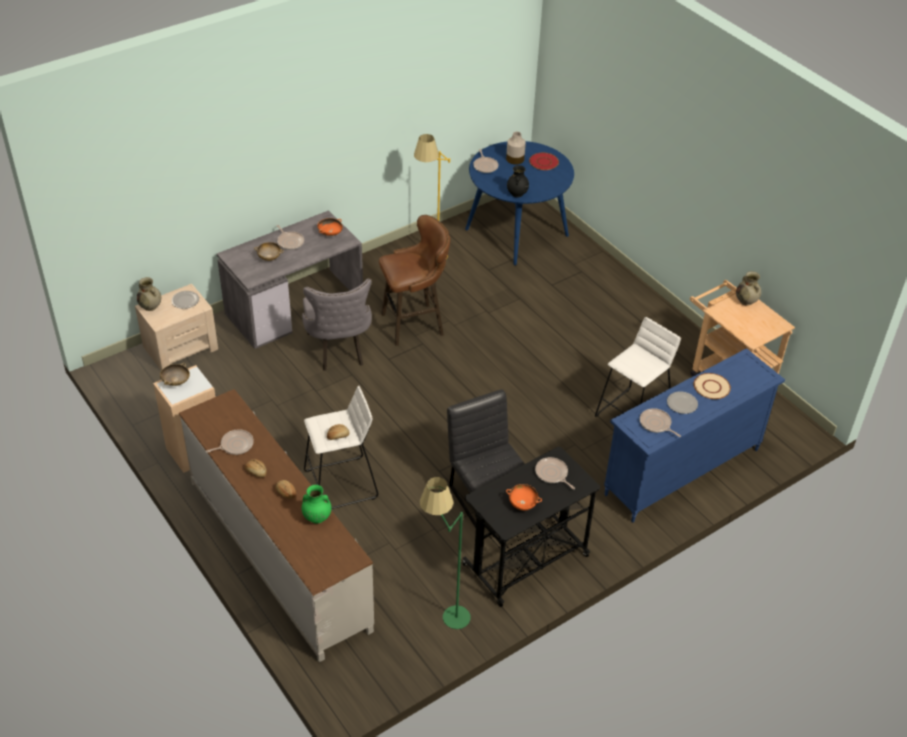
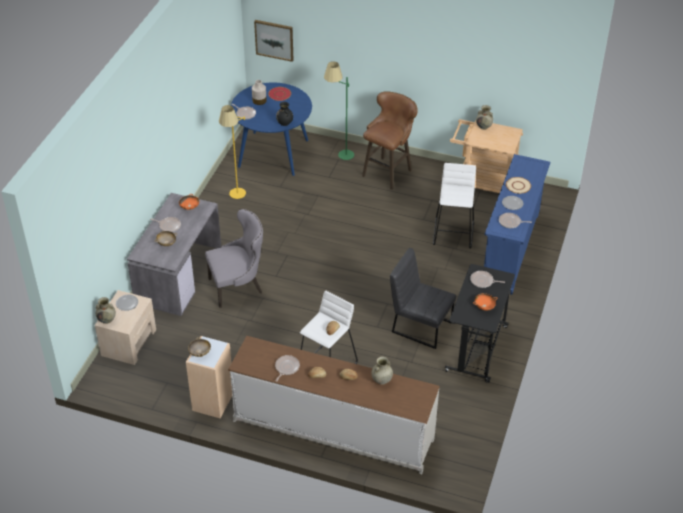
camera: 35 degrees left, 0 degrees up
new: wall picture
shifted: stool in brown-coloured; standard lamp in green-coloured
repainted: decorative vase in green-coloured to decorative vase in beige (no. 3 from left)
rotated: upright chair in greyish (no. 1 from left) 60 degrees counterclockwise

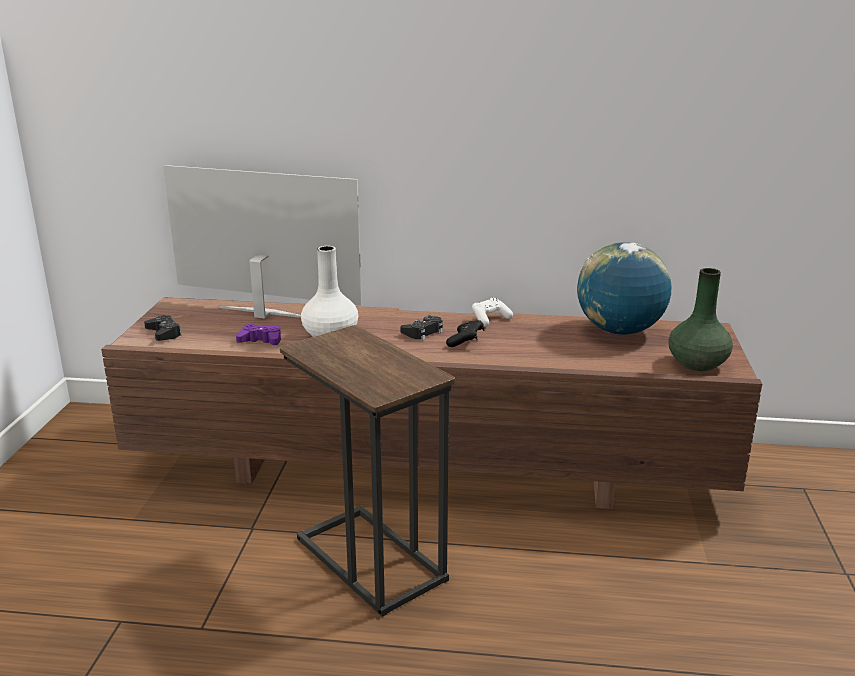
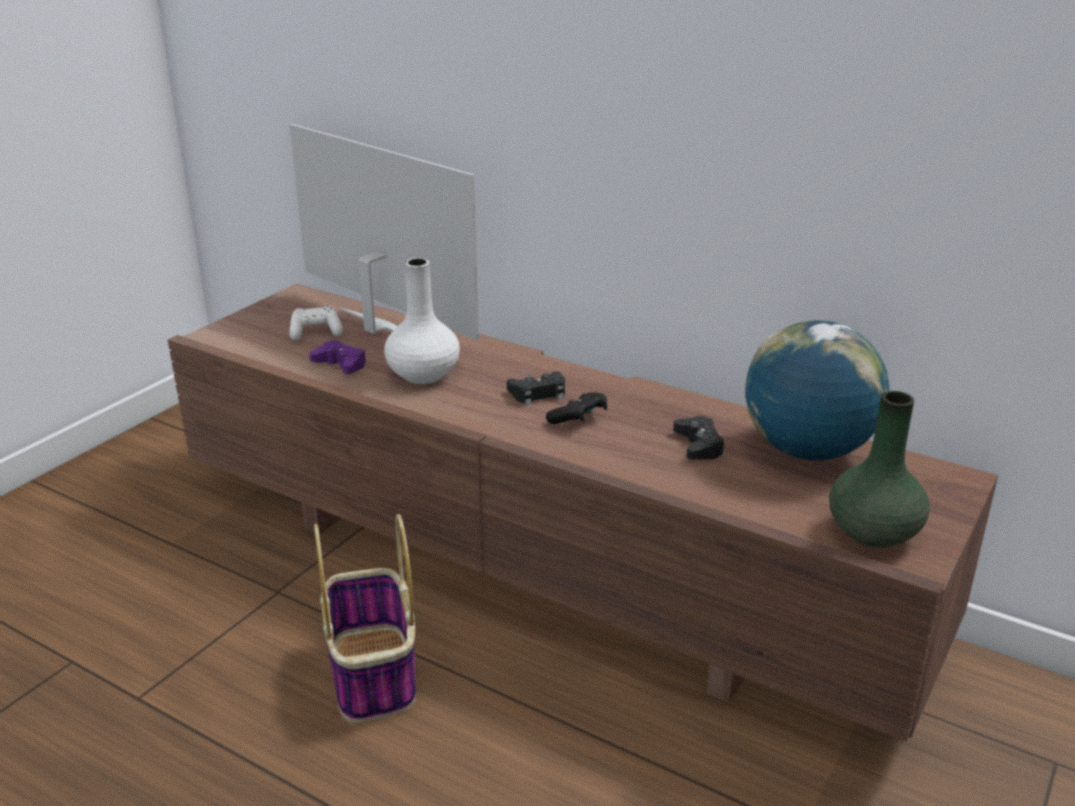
camera: 25 degrees right, 5 degrees up
shifted: gamepad in black (no. 1 from left in the first image) to gamepad in black (no. 3 from left); gamepad in white-coloured
swapped: accent table in brown-coloured to storage basket

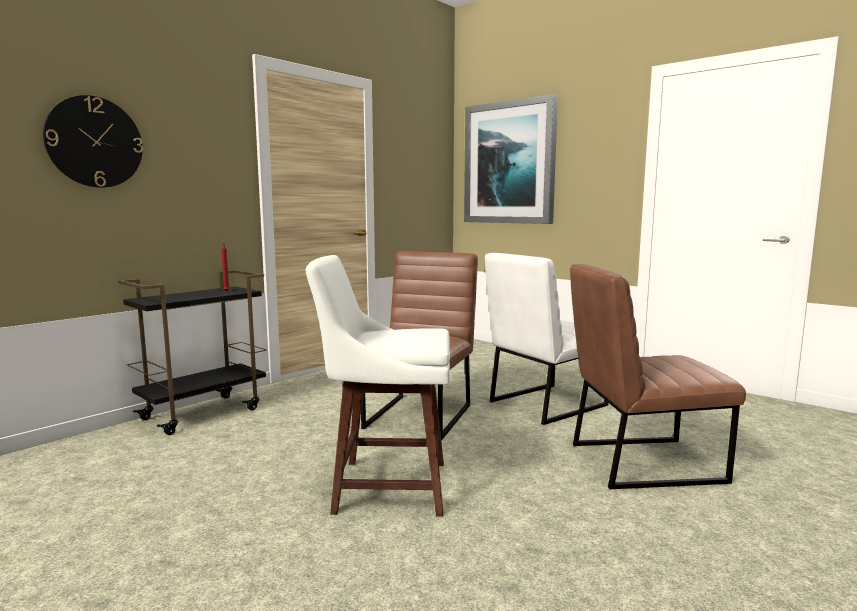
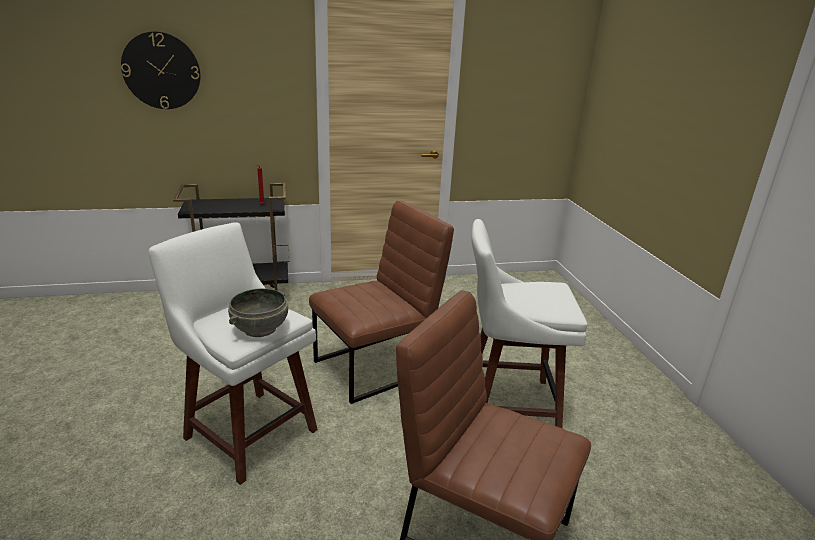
camera: 35 degrees right, 15 degrees up
gone: wall picture
new: deep dish in greyish
swapped: upright chair in white-coloured to stool in white-coloured (no. 2 from left)

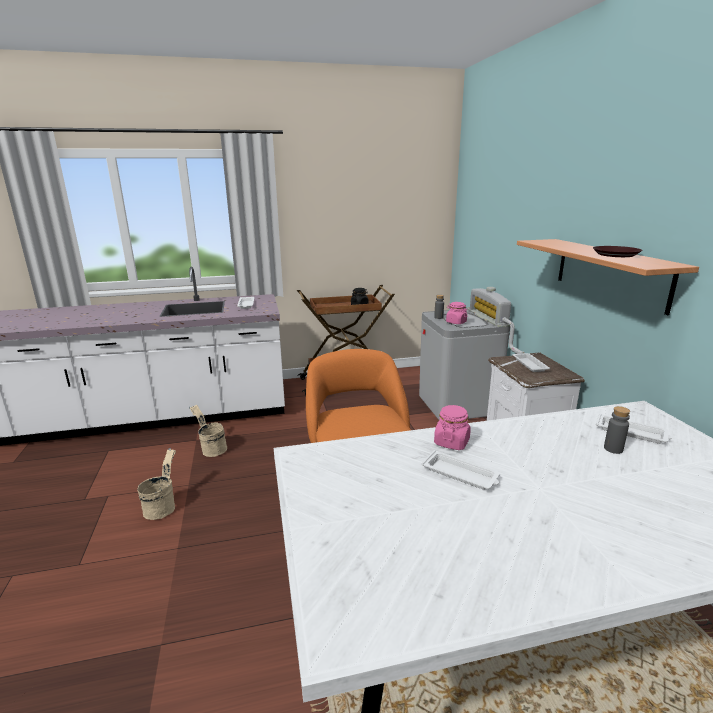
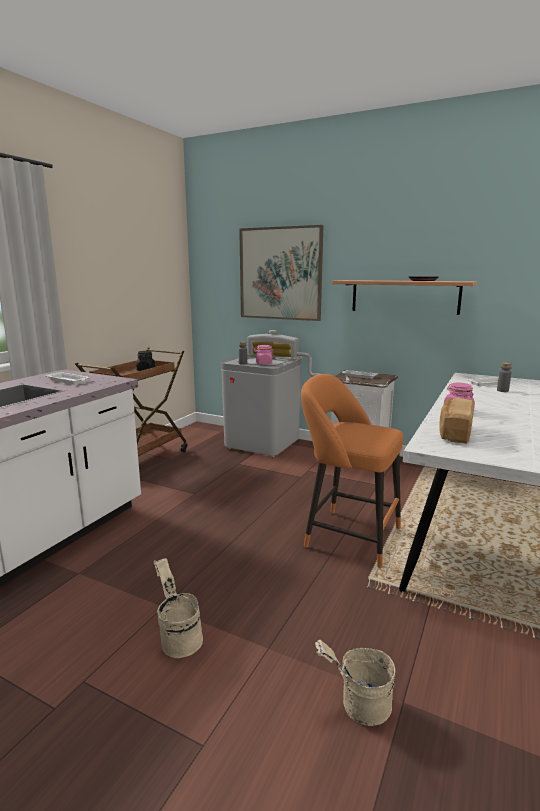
camera: 50 degrees left, 5 degrees down
gone: serving tray in white-coloured (no. 2 from left)
new: wall picture; bread
shifted: bucket in beige (no. 2 from left)

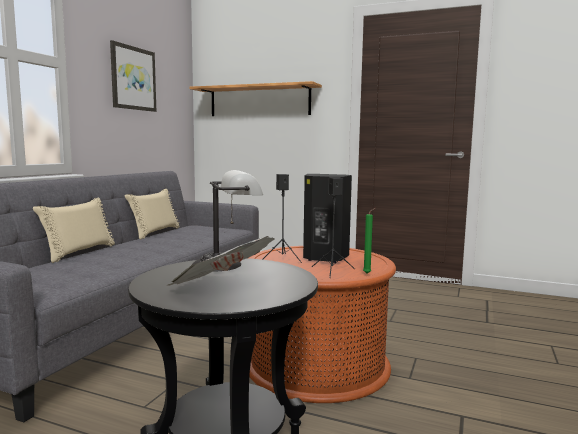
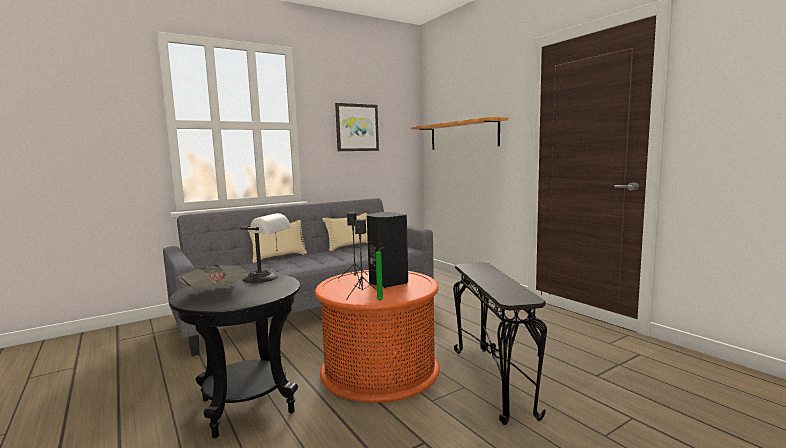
camera: 35 degrees right, 0 degrees up
new: accent table in black (no. 2 from left)

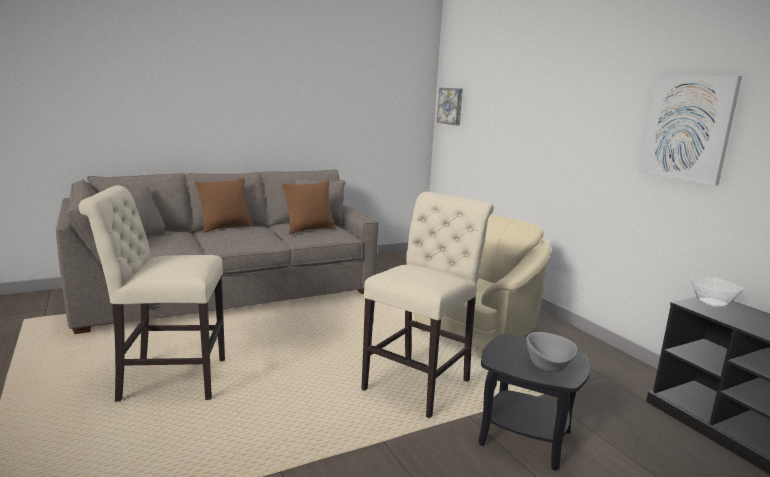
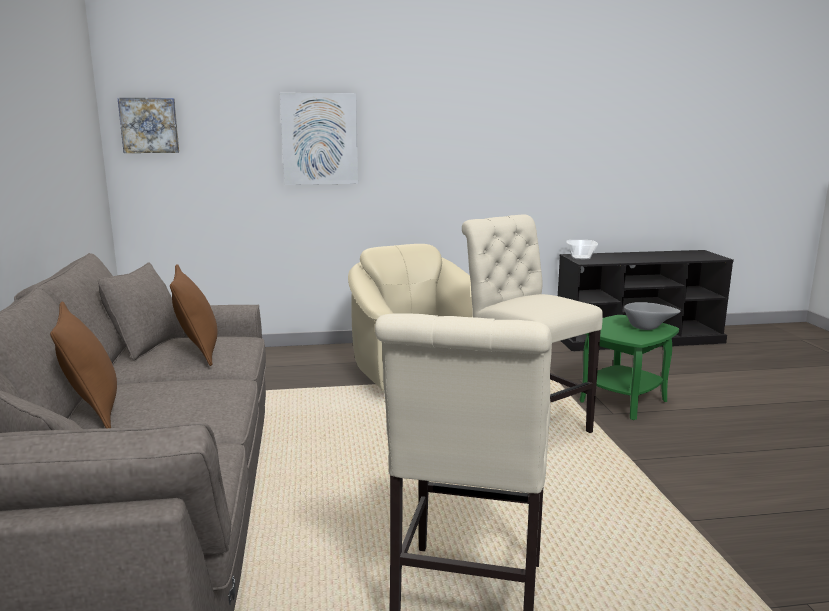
camera: 70 degrees left, 0 degrees up
shifted: wall picture (no. 2 from left)
repainted: accent table in black to accent table in green-coloured

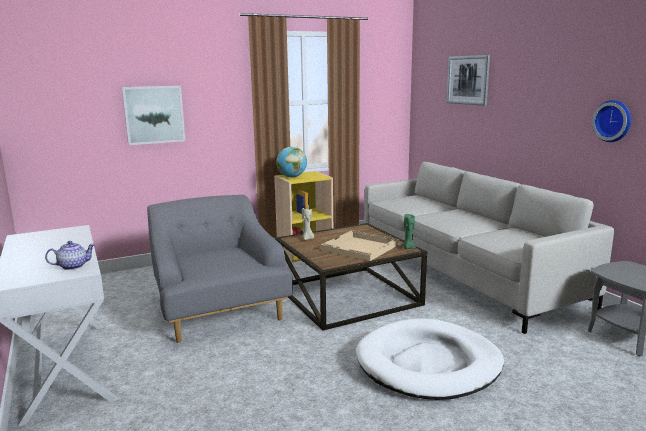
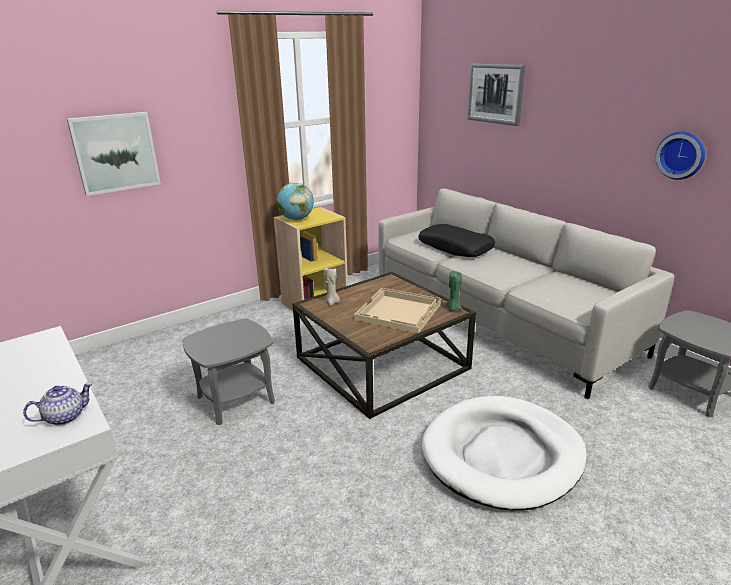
camera: 10 degrees left, 10 degrees up
new: pillow in black
swapped: lounge chair in greyish to accent table in greyish (no. 1 from left)

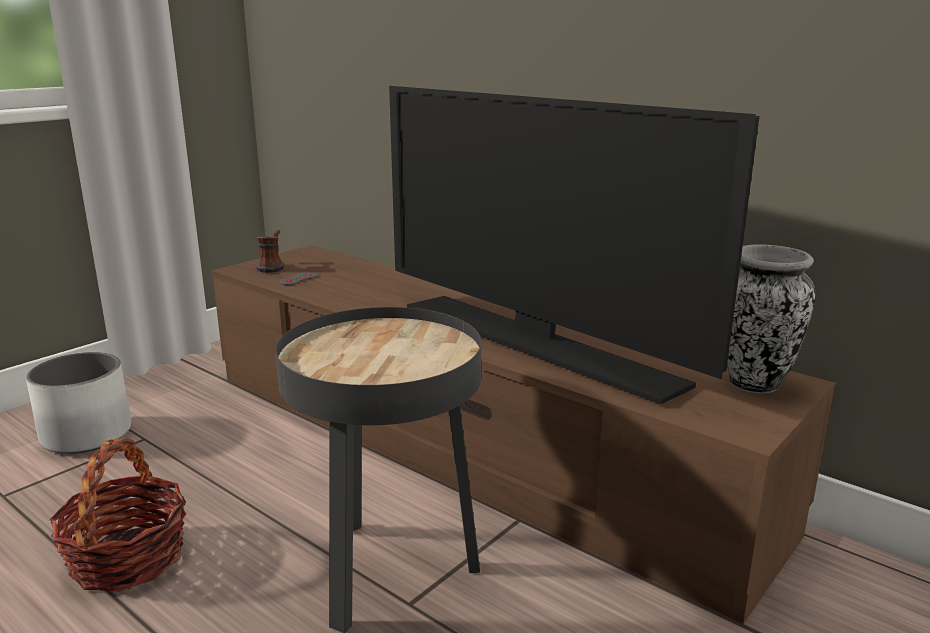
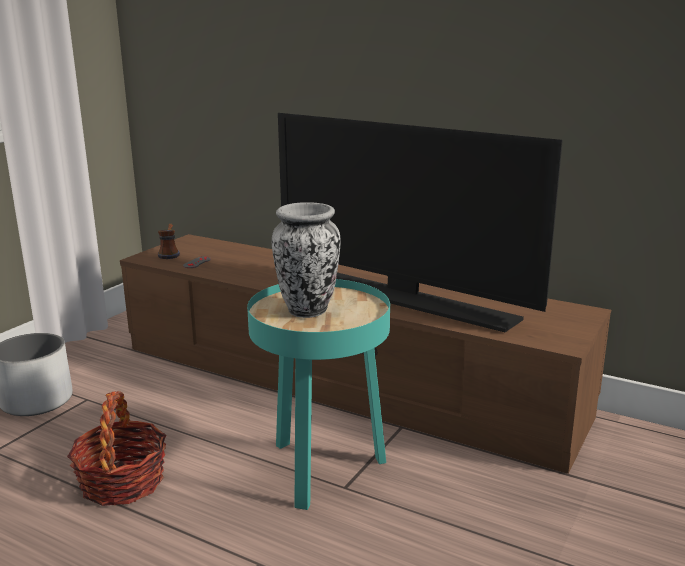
camera: 10 degrees left, 0 degrees up
shifted: decorative vase
repainted: accent table in black to accent table in turquoise-coloured

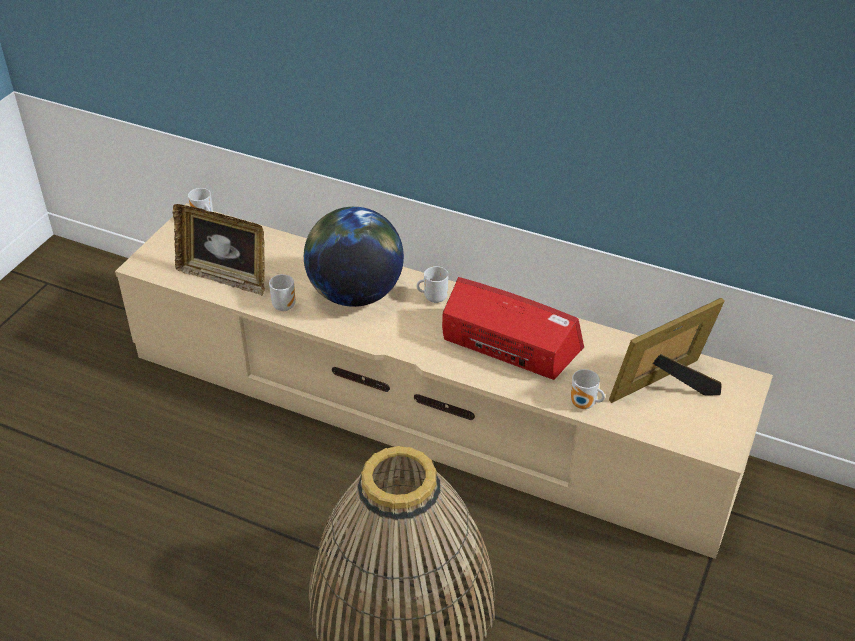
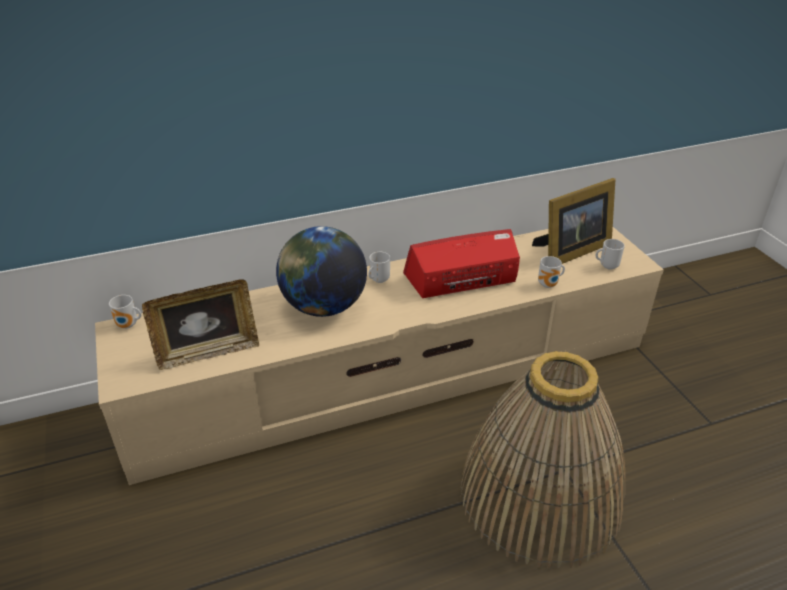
camera: 45 degrees left, 5 degrees down
shifted: tea mug (no. 2 from left in the first image) to tea mug (no. 4 from left)
rotated: standing frame (no. 2 from left) 135 degrees counterclockwise

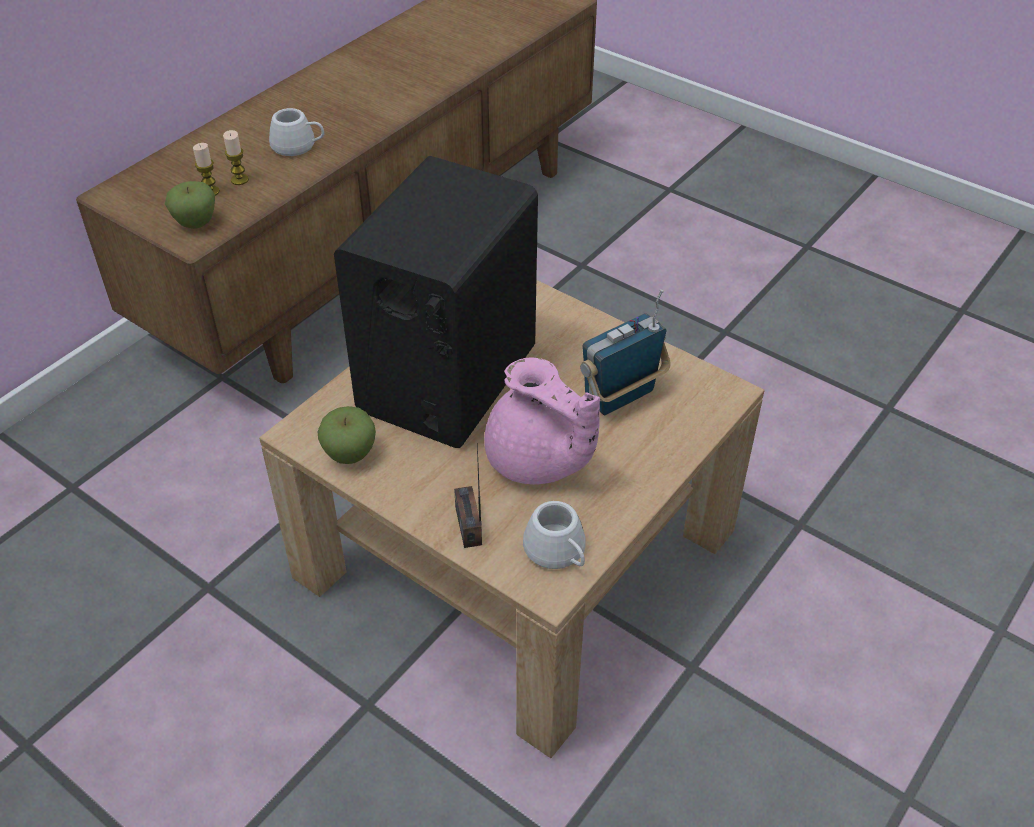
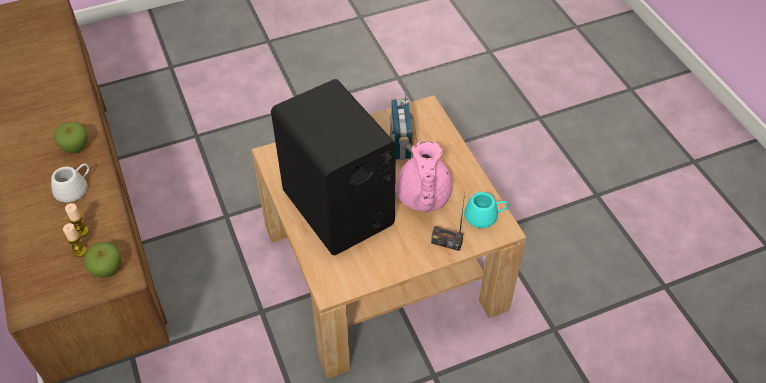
camera: 60 degrees left, 5 degrees up
shifted: apple fruit (no. 2 from left in the first image) to apple fruit (no. 1 from left)
repainted: tea mug in white-coloured (no. 2 from left) to tea mug in turquoise-coloured
rotated: tea pot in pink 105 degrees clockwise

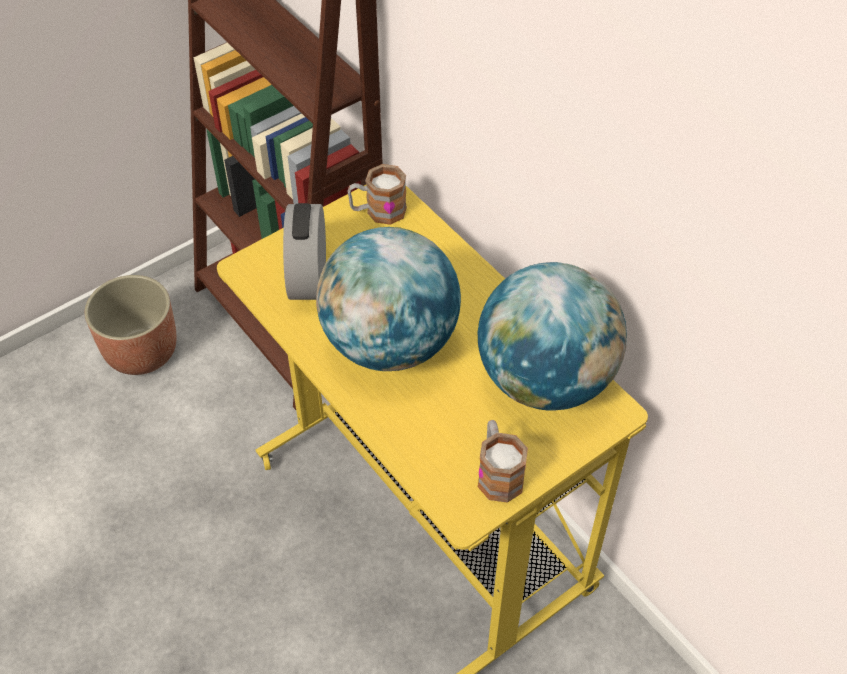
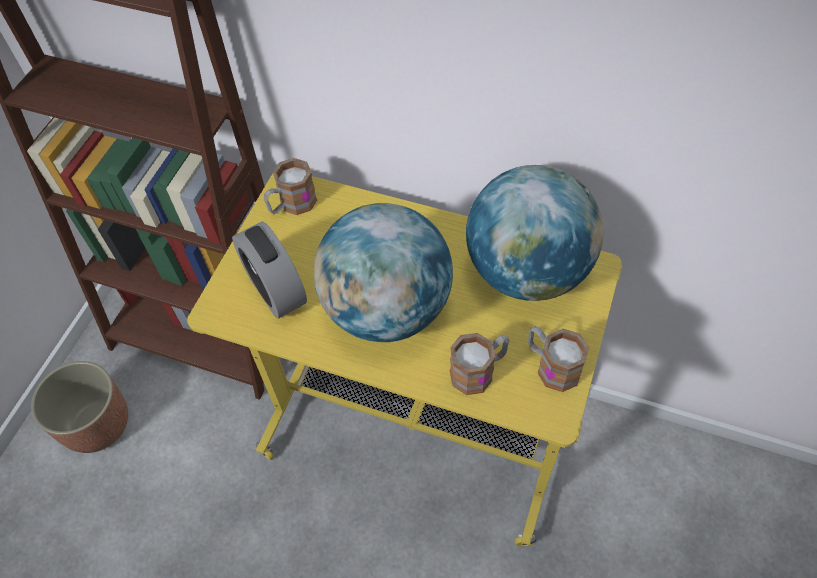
camera: 30 degrees left, 5 degrees up
new: tea mug (no. 2 from left)

